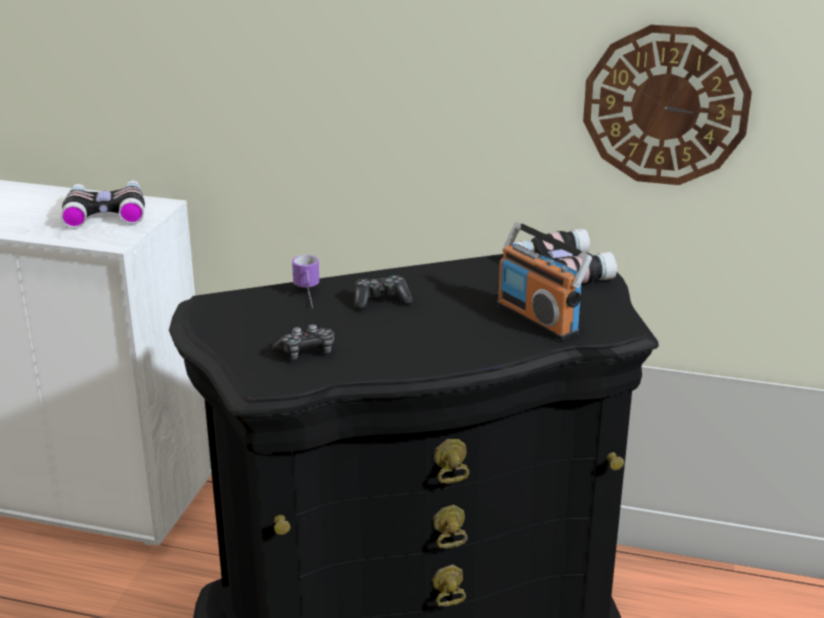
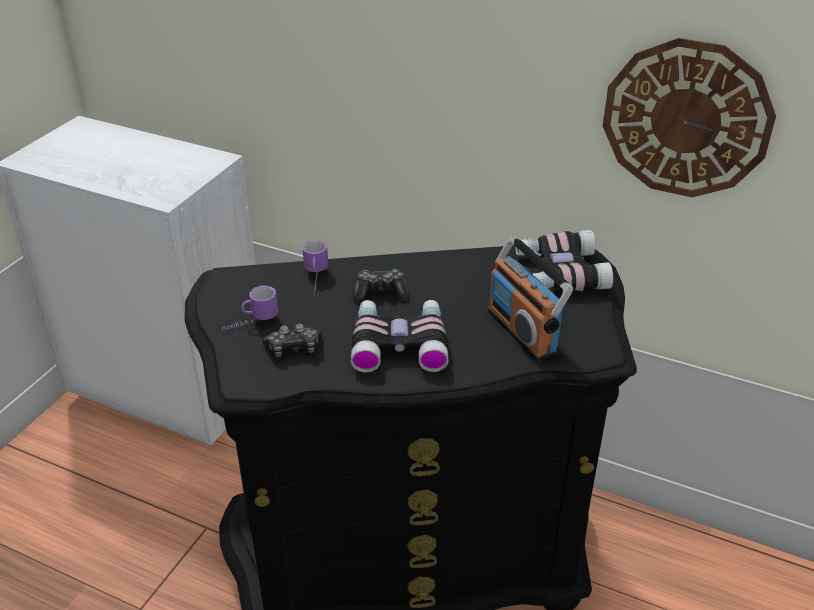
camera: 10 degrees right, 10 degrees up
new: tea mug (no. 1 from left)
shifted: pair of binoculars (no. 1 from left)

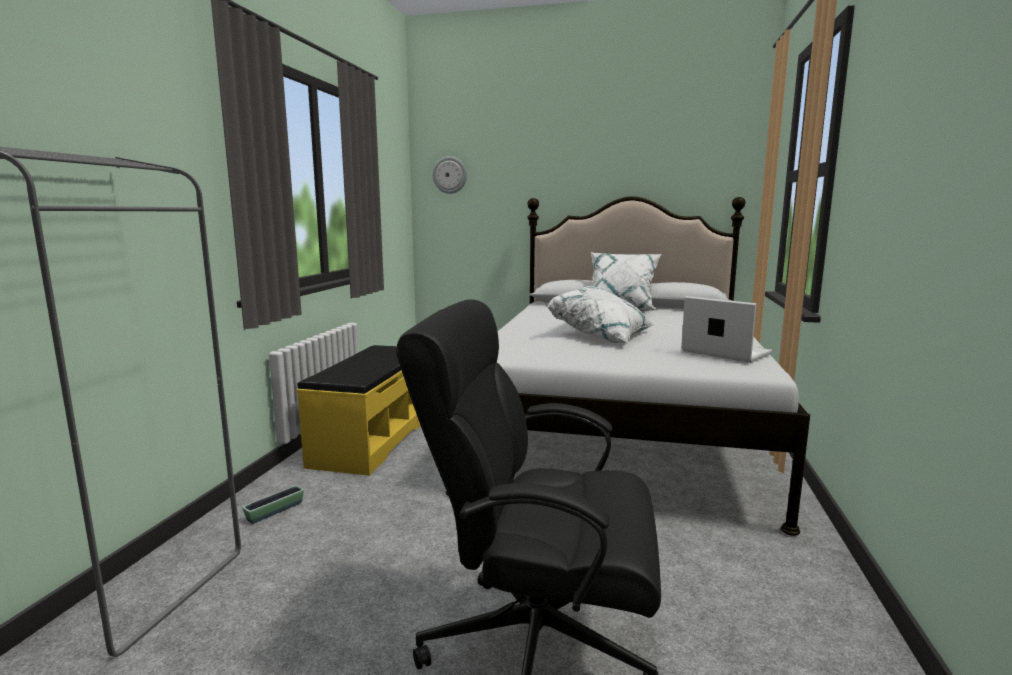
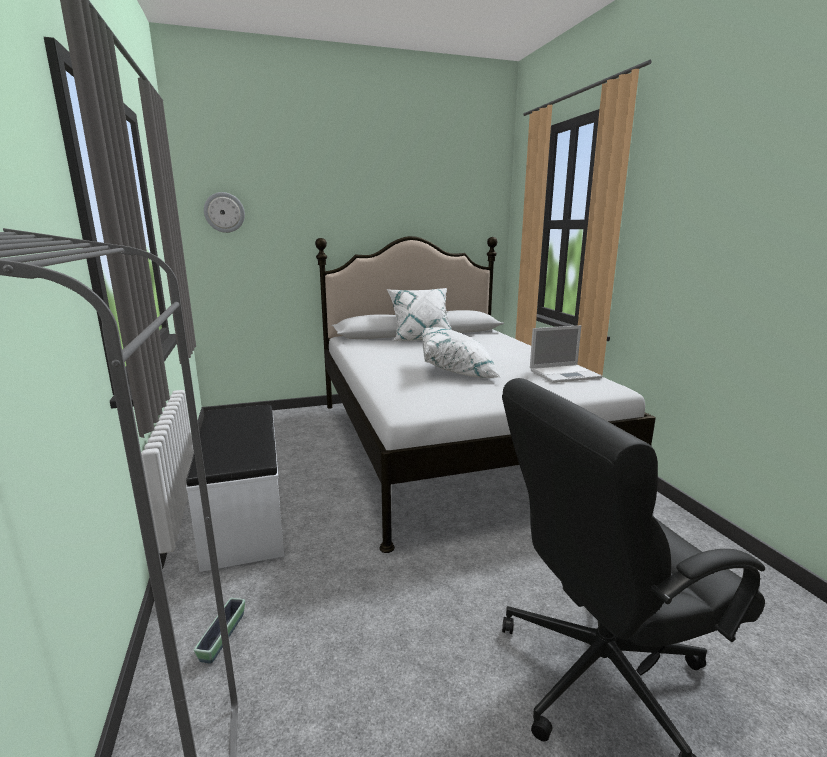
camera: 30 degrees left, 5 degrees up
repainted: long seat in yellow to long seat in white-coloured
rotated: portable computer 150 degrees clockwise

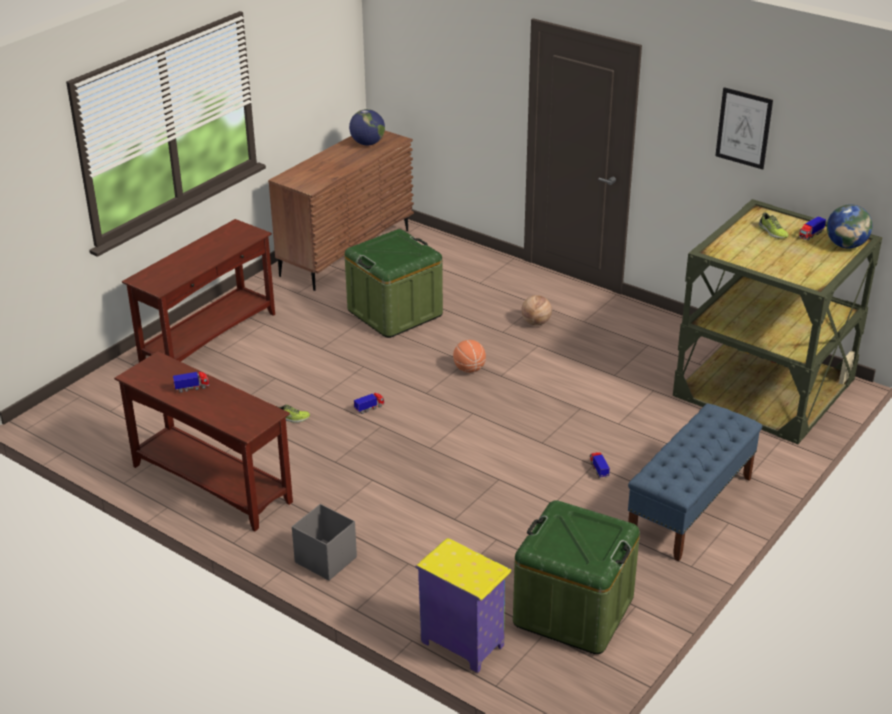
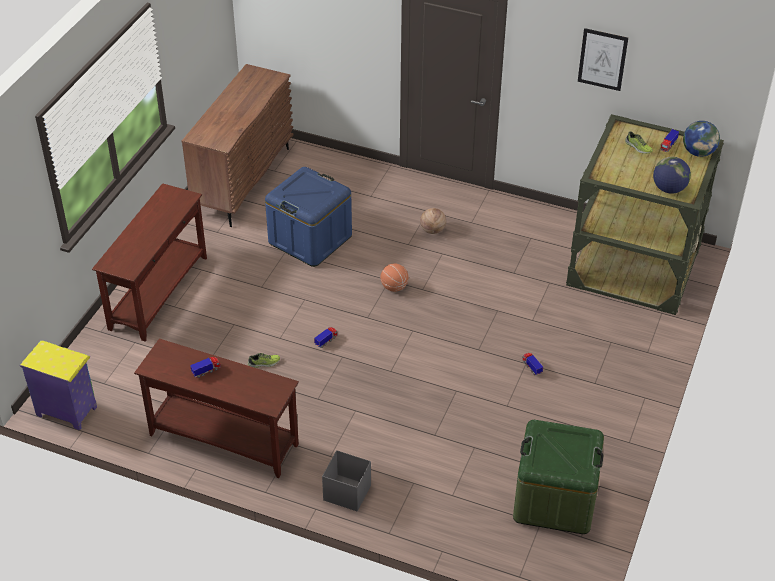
camera: 15 degrees left, 10 degrees up
gone: long seat in blue-coloured
shifted: world globe (no. 1 from left); night table
repainted: storage box in green-coloured (no. 1 from left) to storage box in blue-coloured

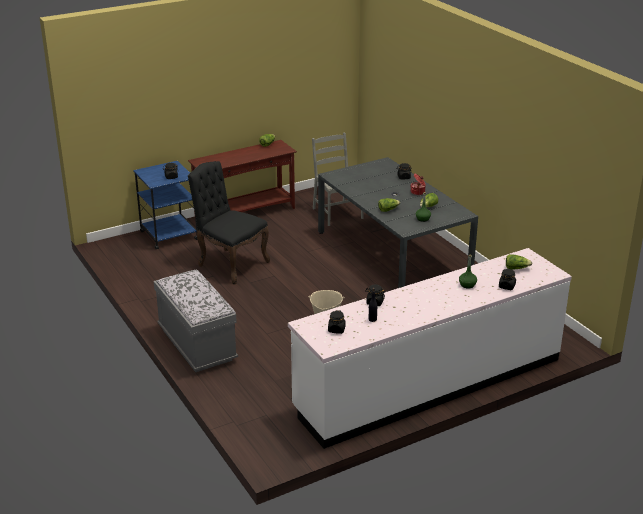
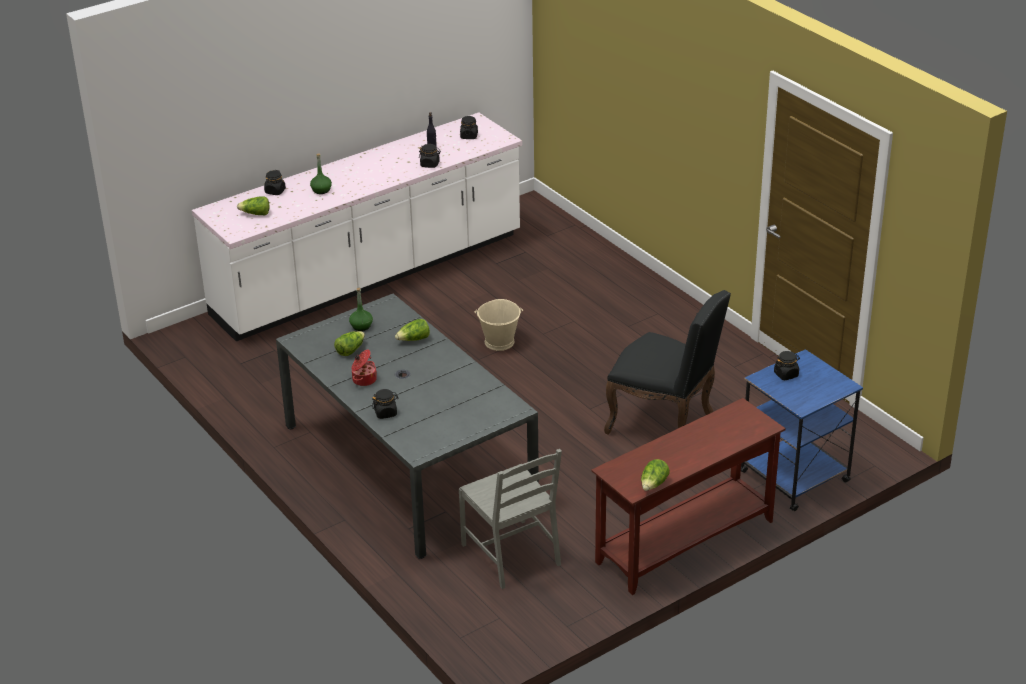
camera: 175 degrees right, 5 degrees up
gone: long seat in greyish

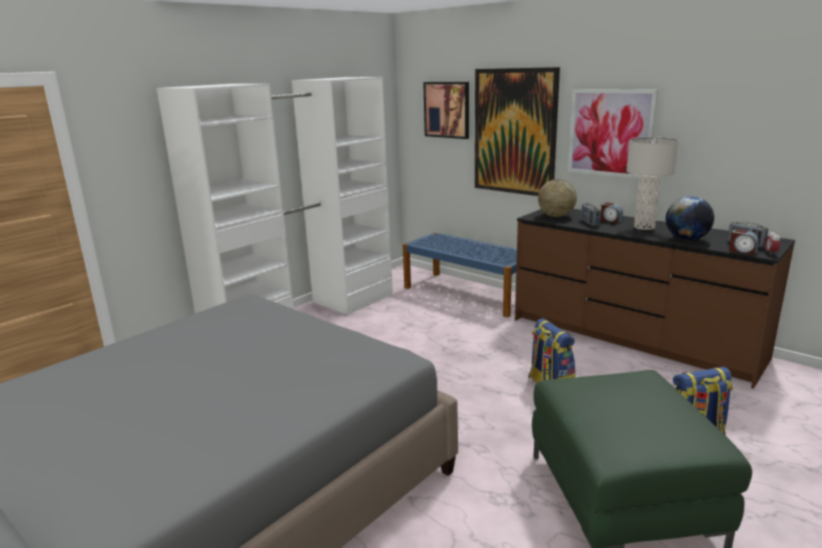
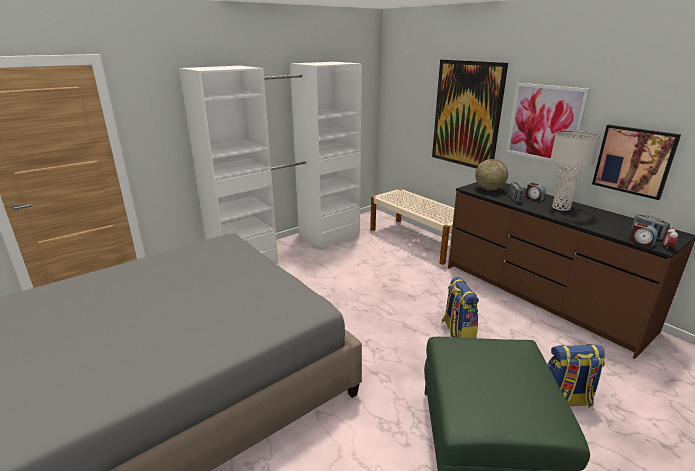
camera: 10 degrees right, 5 degrees up
gone: world globe (no. 2 from left)
shifted: wall picture (no. 1 from left in the first image) to wall picture (no. 3 from left)
repainted: long seat in blue-coloured to long seat in beige

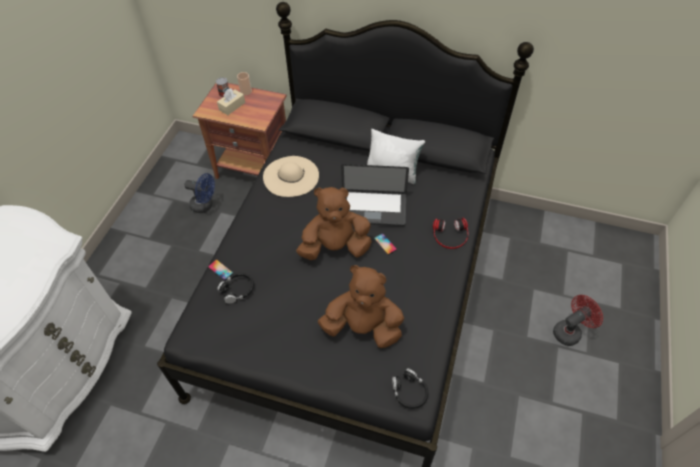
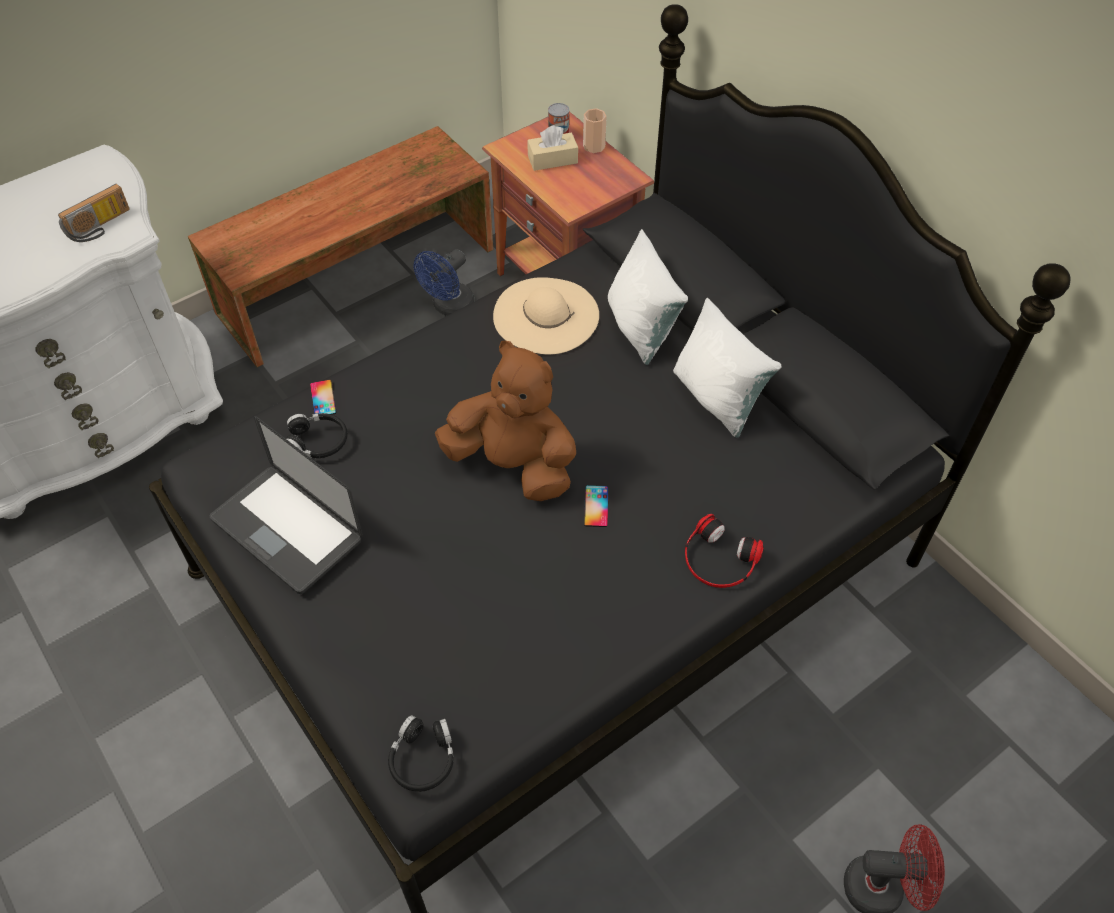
camera: 35 degrees right, 0 degrees up
gone: plush toy in brown-coloured (no. 2 from left)
new: radio receiver; long seat in brown-coloured; pillow in white-coloured (no. 1 from left)
shifted: portable computer
rotated: cooling fan in blue-coloured 75 degrees clockwise

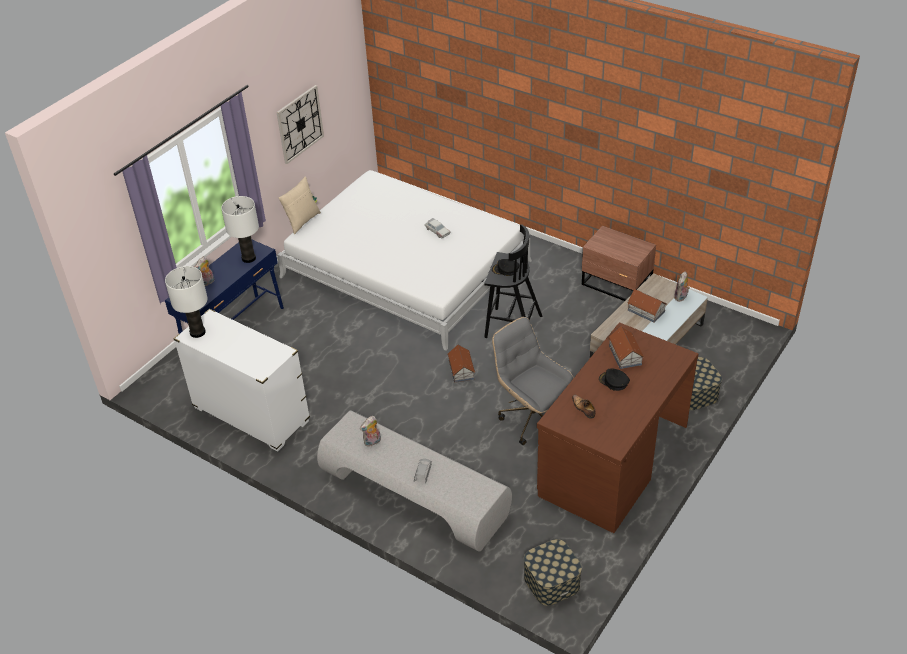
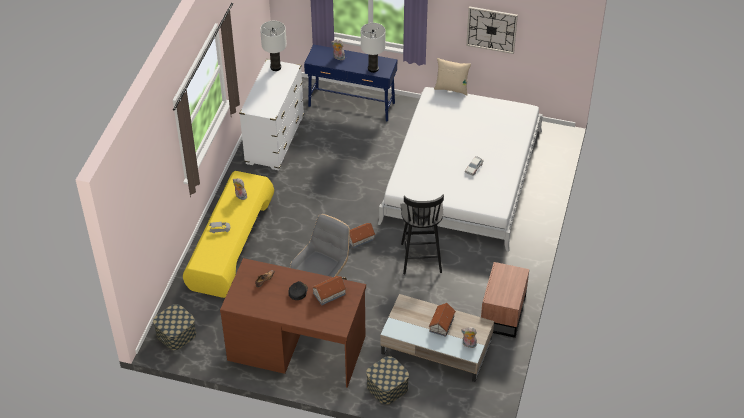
camera: 70 degrees right, 5 degrees up
repainted: long seat in greyish to long seat in yellow

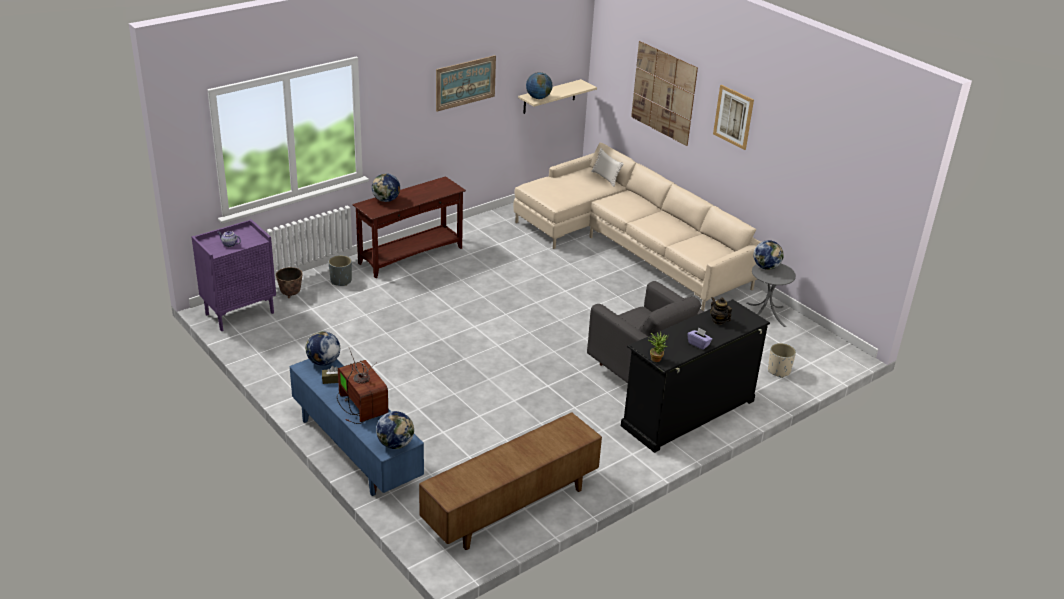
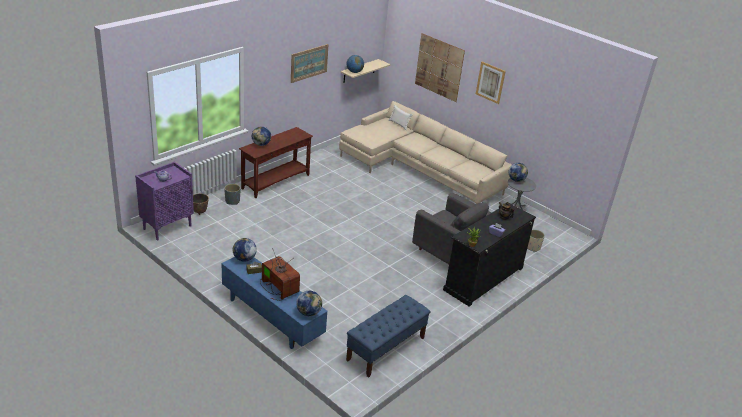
camera: 10 degrees left, 0 degrees up
swapped: tv unit in brown-coloured to long seat in blue-coloured

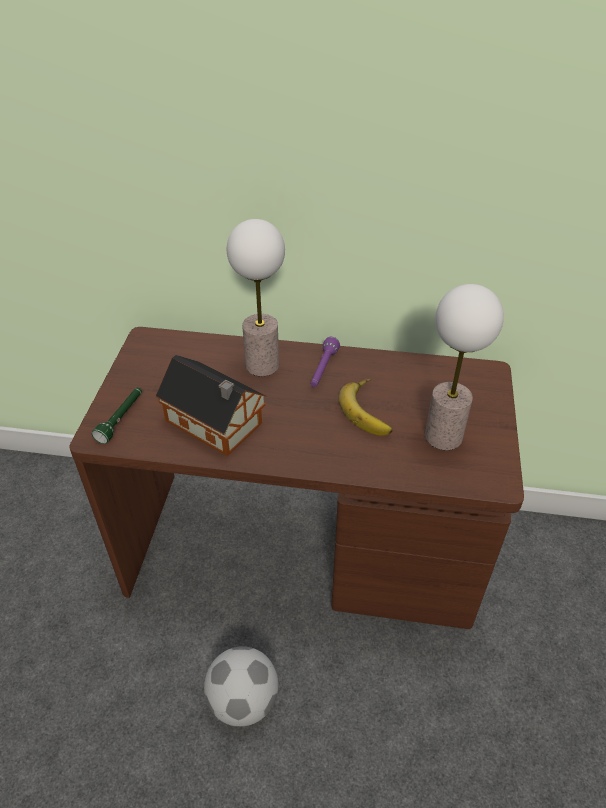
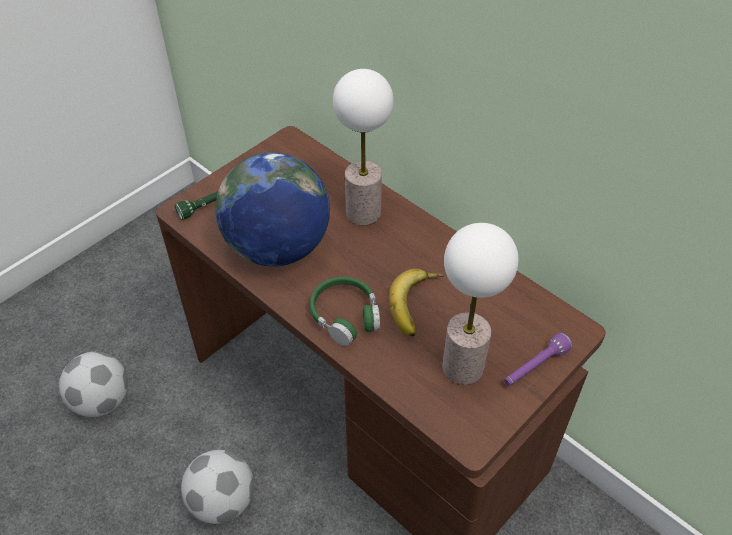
camera: 35 degrees right, 5 degrees up
new: football (no. 1 from left); headset in green-coloured
shifted: flashlight in purple
swapped: toy house to world globe

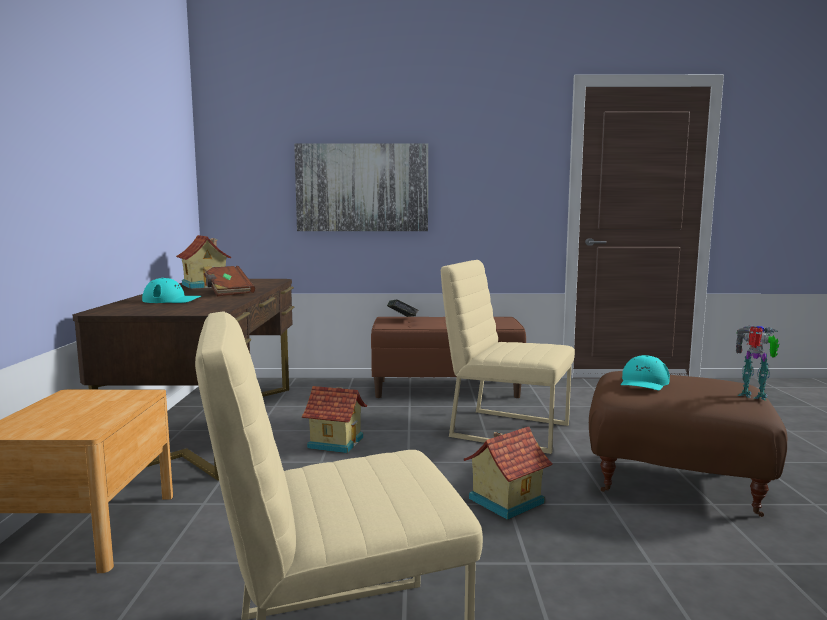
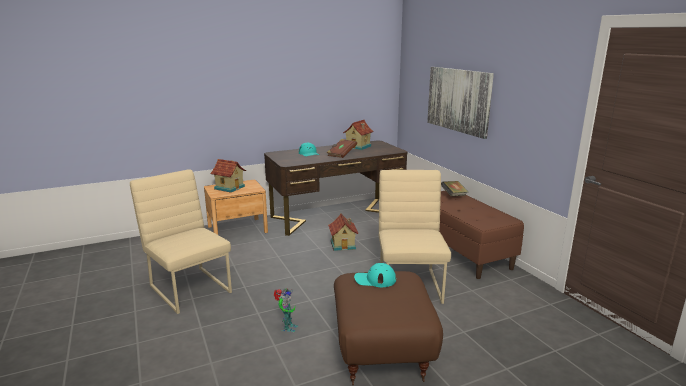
camera: 65 degrees right, 10 degrees up
shifted: toy house (no. 3 from left in the first image) to toy house (no. 1 from left); toy robot

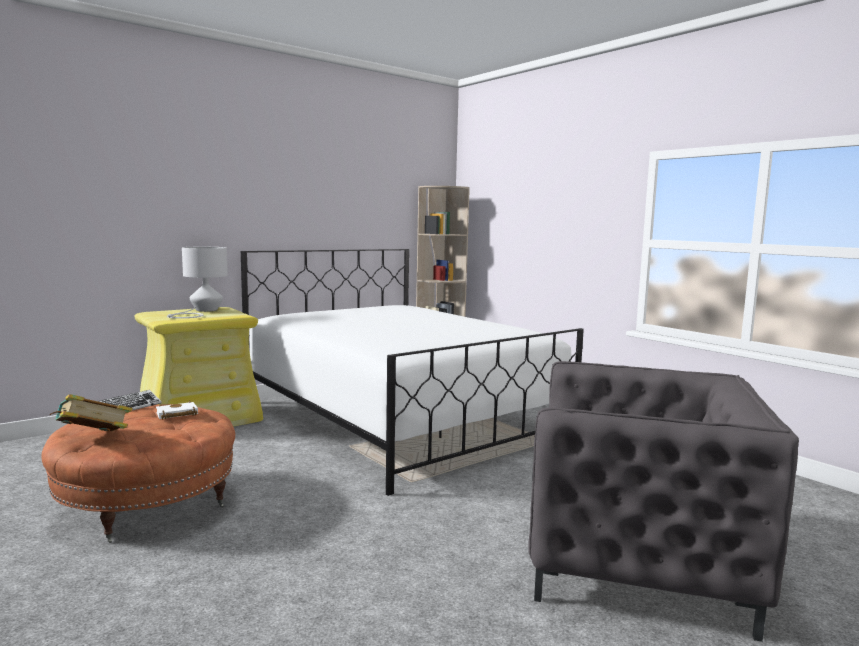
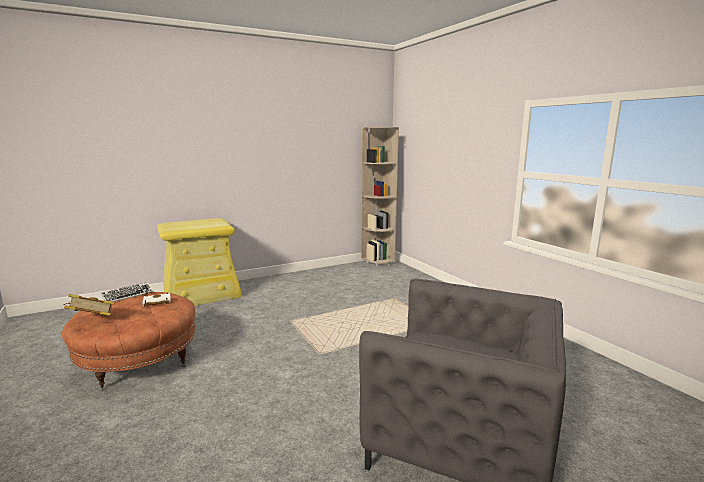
camera: 10 degrees right, 5 degrees up
gone: table lamp in greyish; sleeping bed in white-coloured

